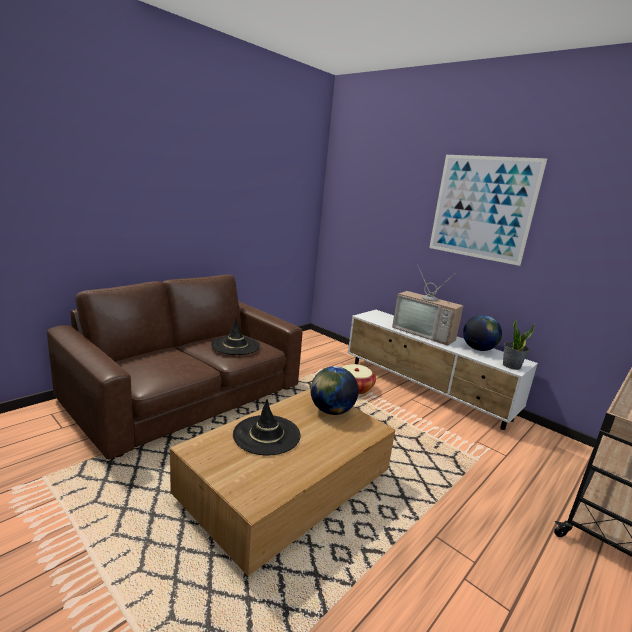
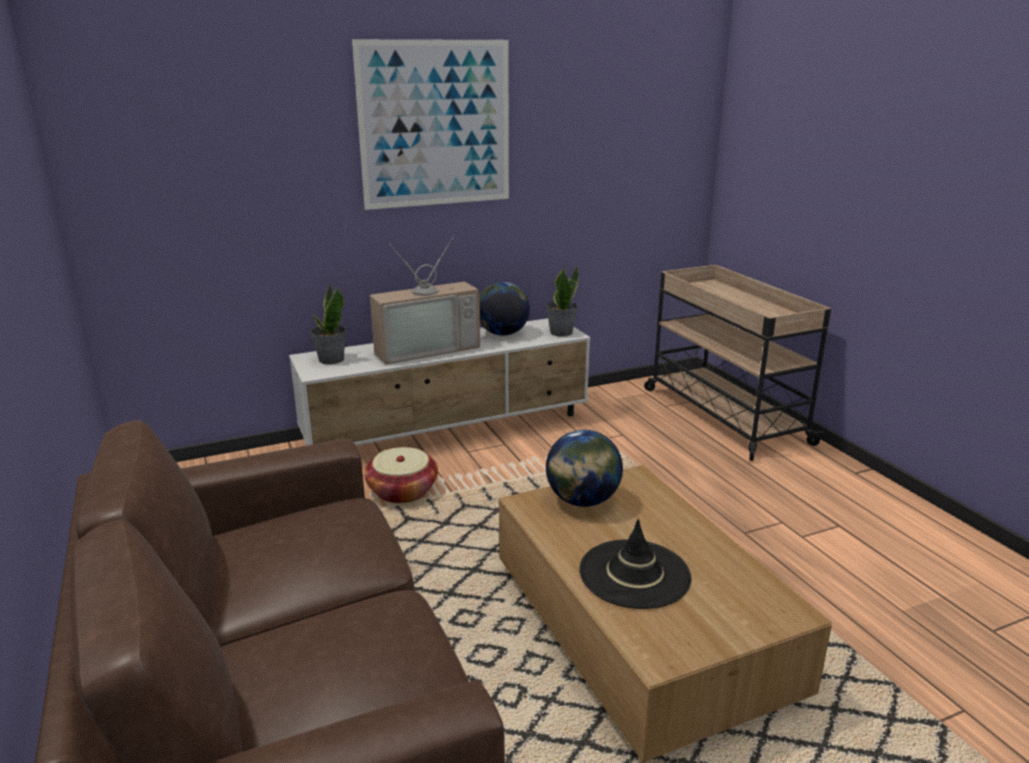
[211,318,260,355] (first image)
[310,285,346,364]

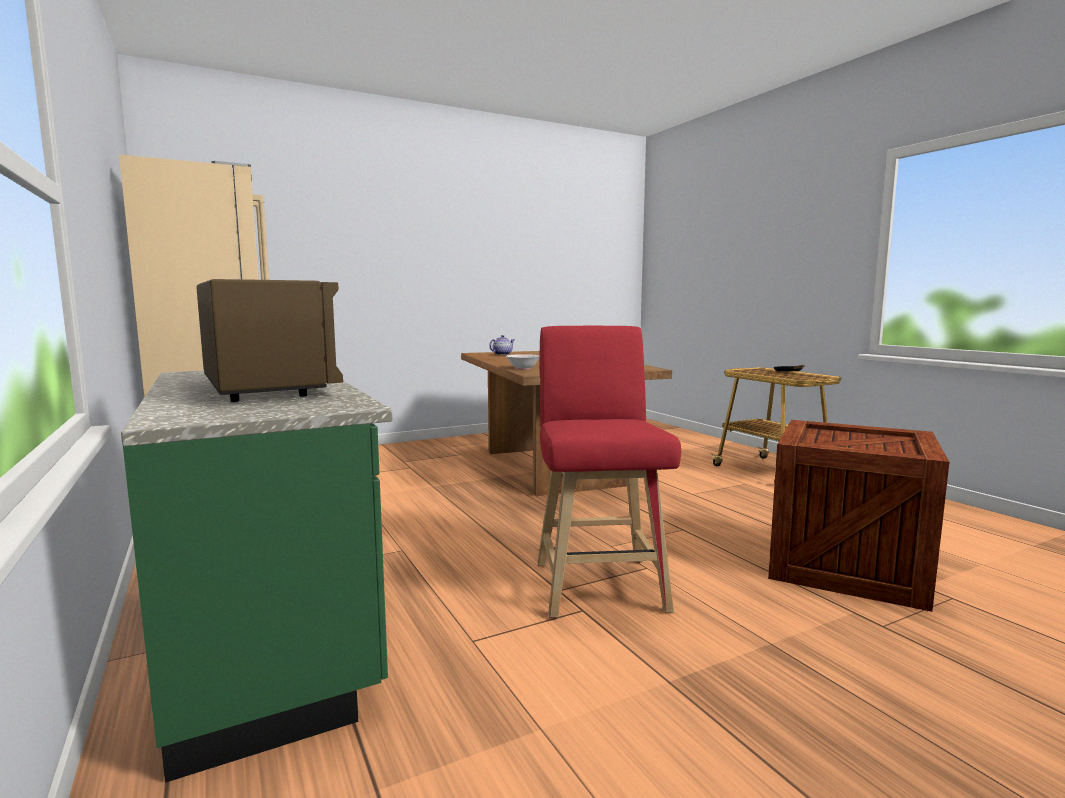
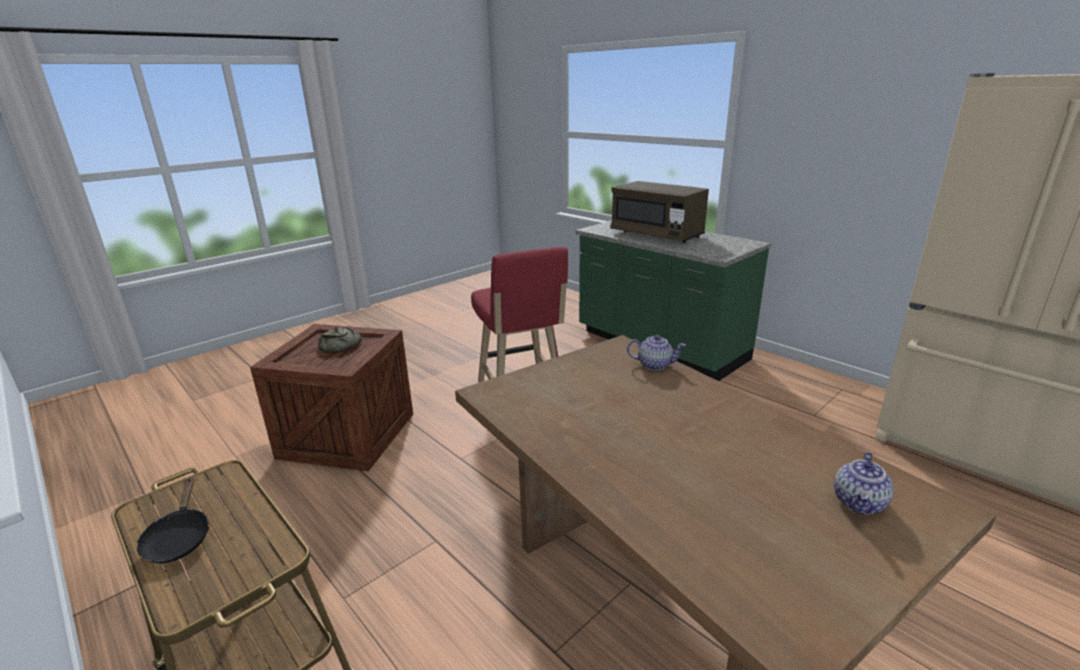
[627,335,686,370]
[318,327,362,353]

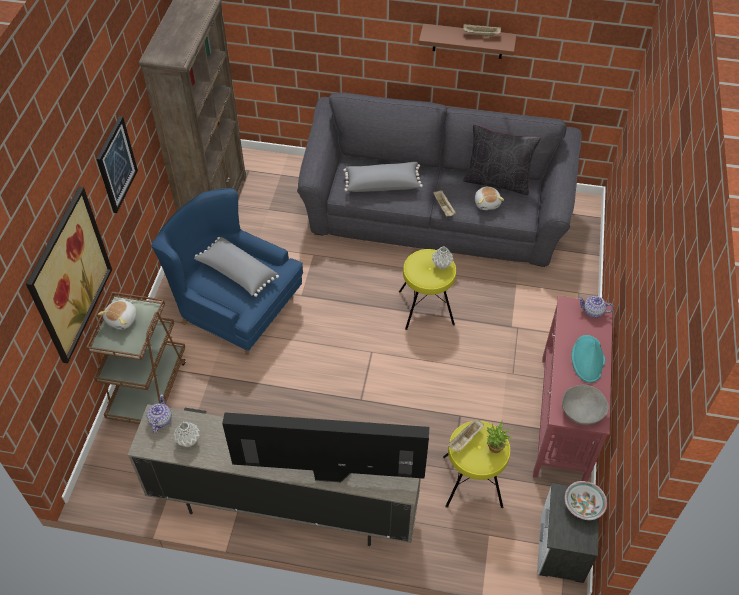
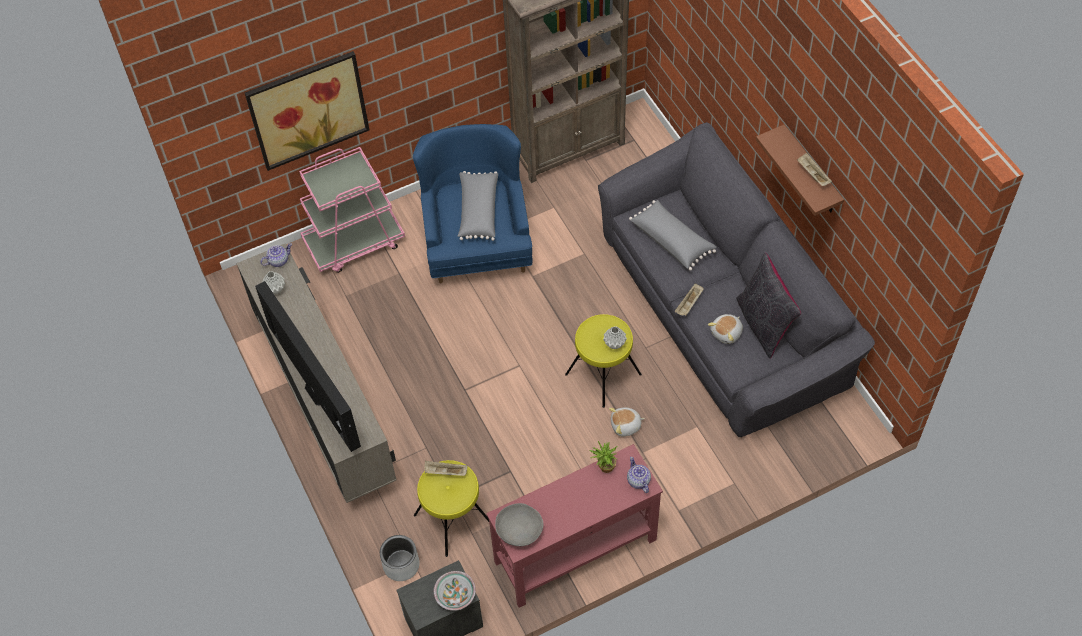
[97,116,138,213] (first image)
[299,147,405,273]
[609,407,645,437]
[571,335,605,383] (first image)
[589,441,617,473]
[380,535,419,581]

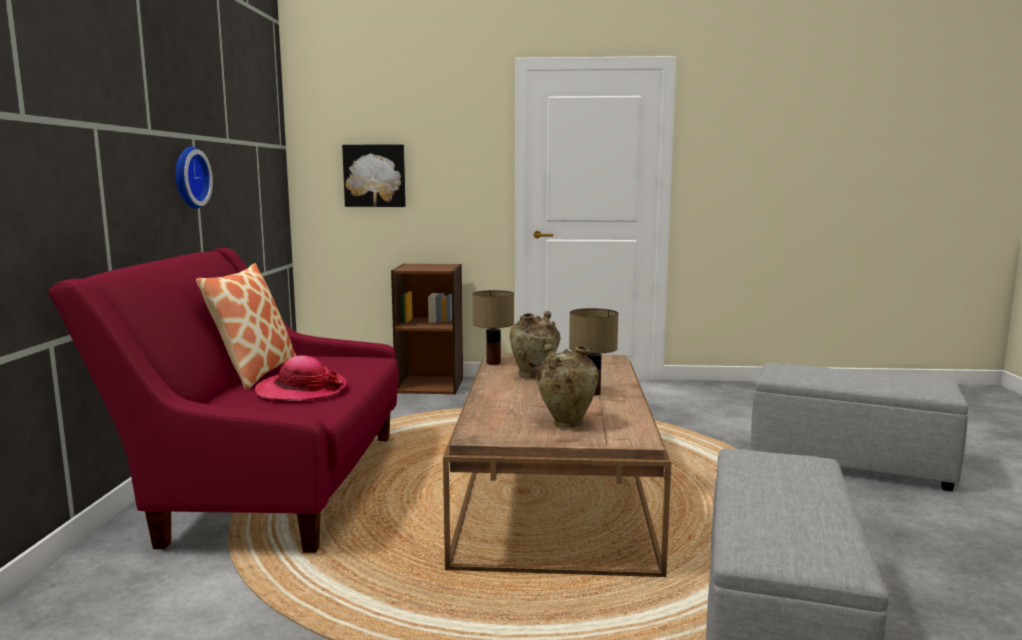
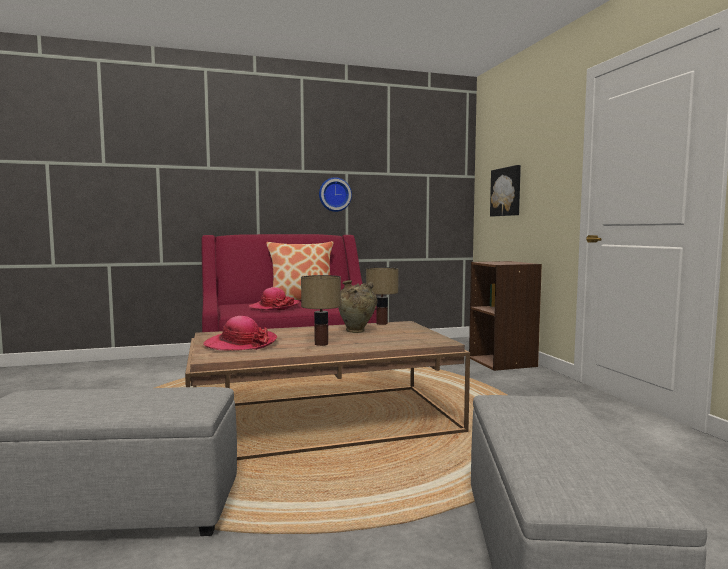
[203,316,277,351]

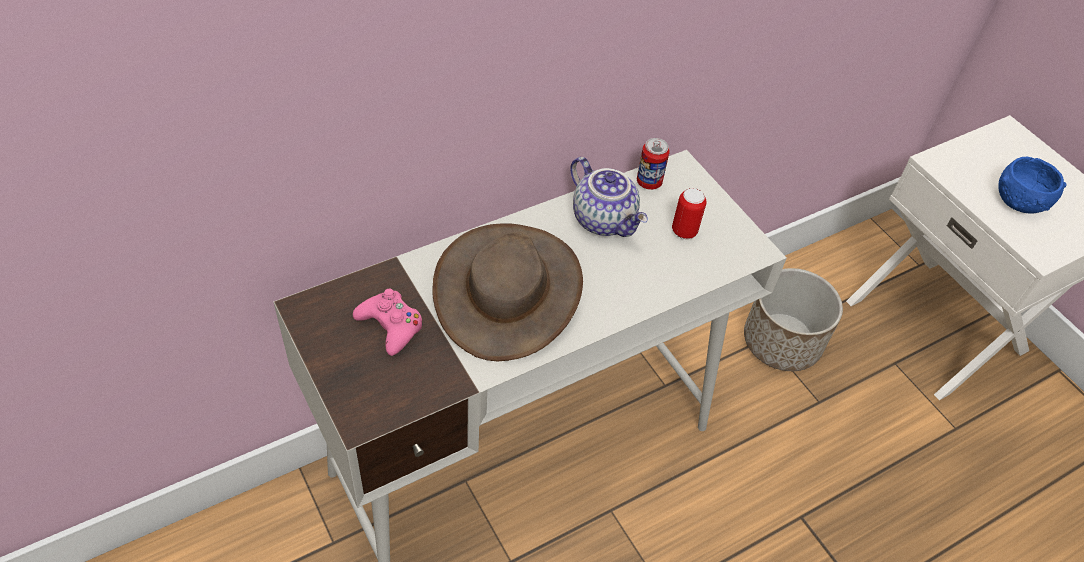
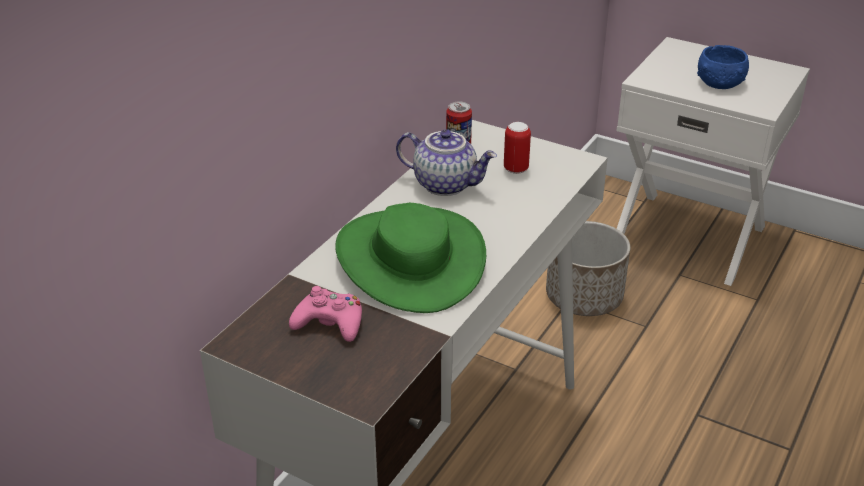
[335,203,486,313]

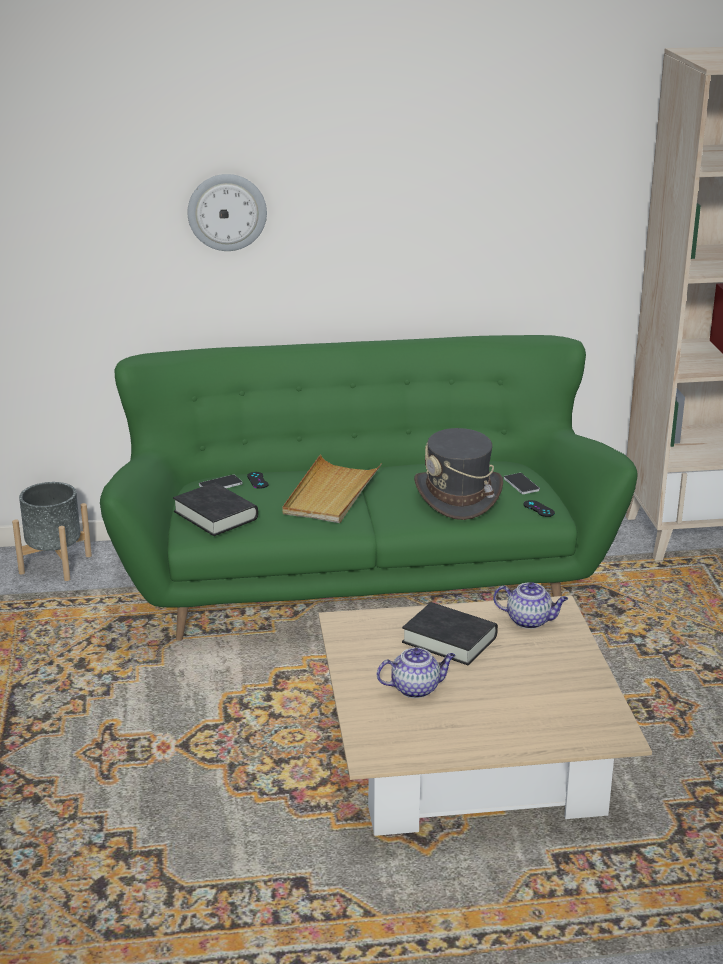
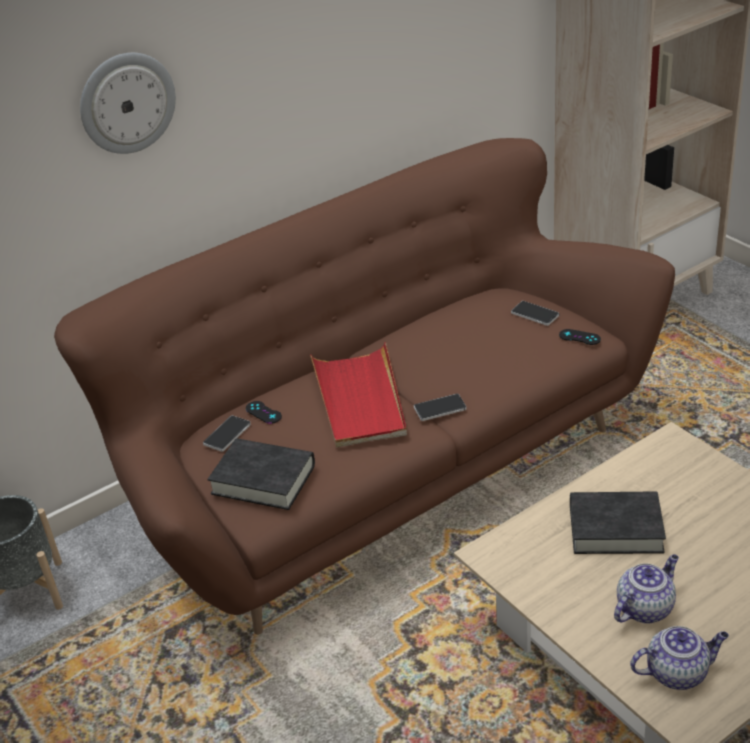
[54,138,675,635]
[414,428,503,520] (first image)
[310,342,407,448]
[630,626,729,690]
[414,394,467,421]

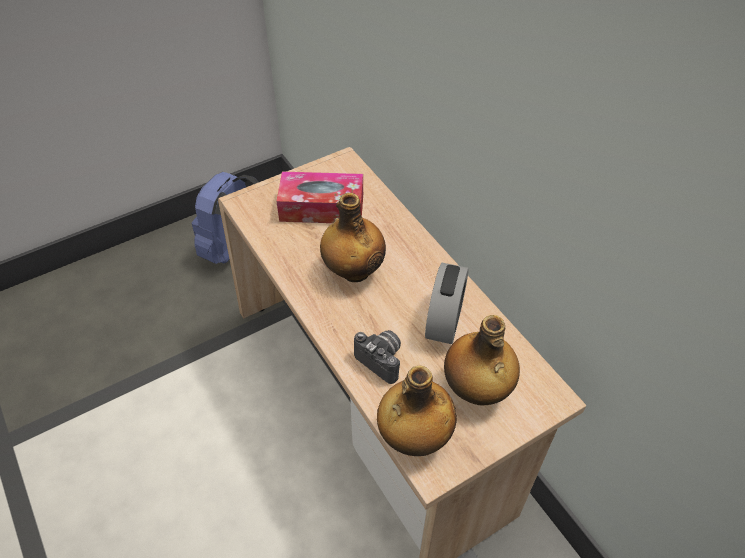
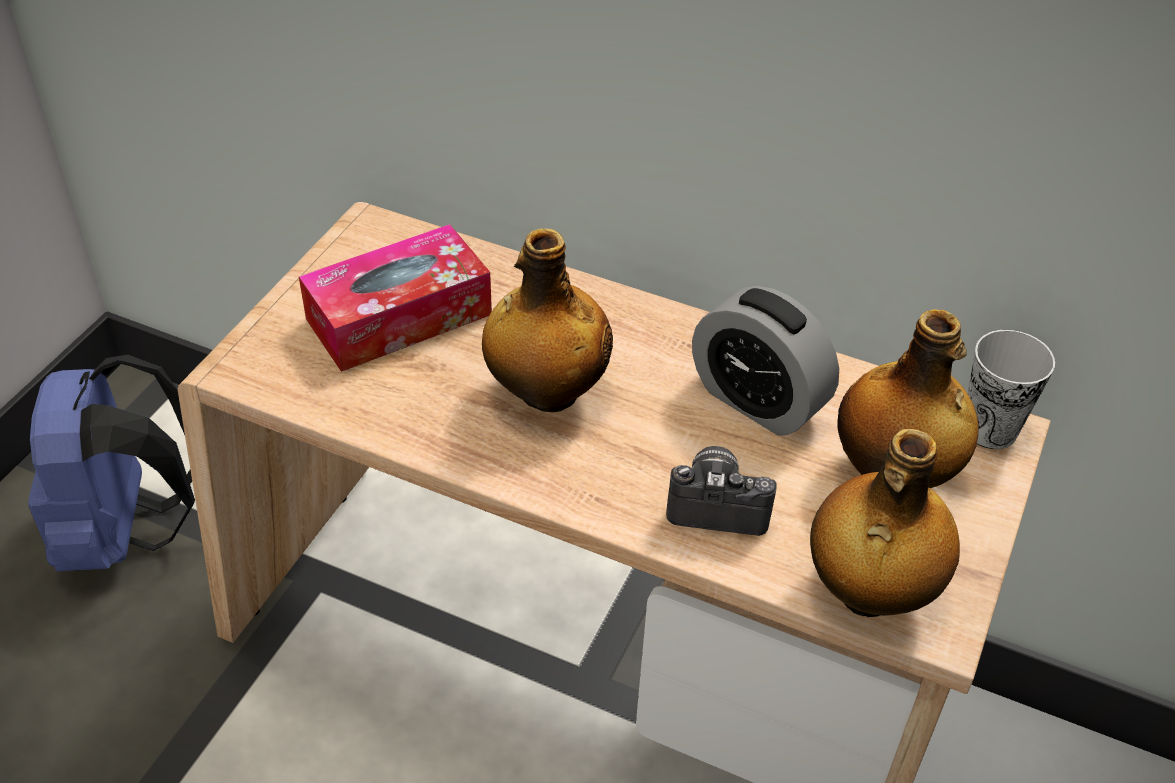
[692,286,839,436]
[968,330,1055,449]

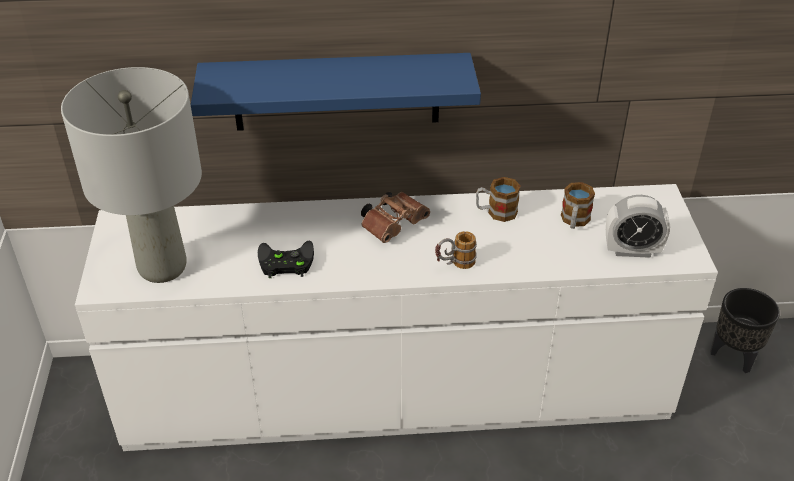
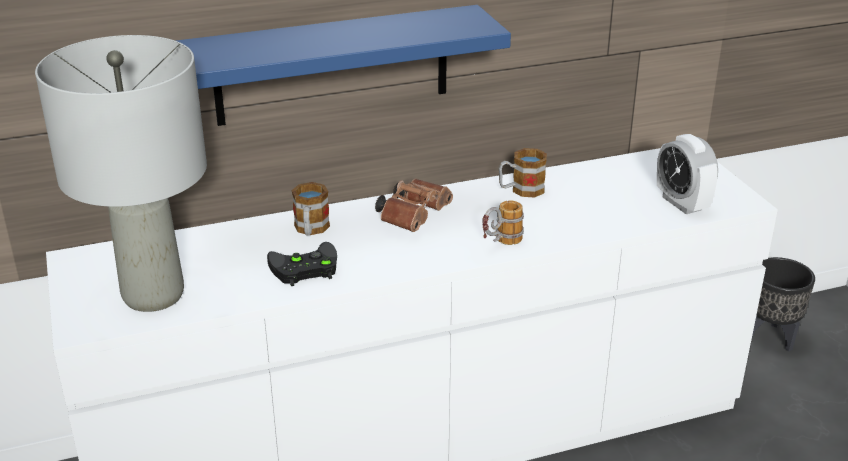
[292,182,330,236]
[657,134,718,214]

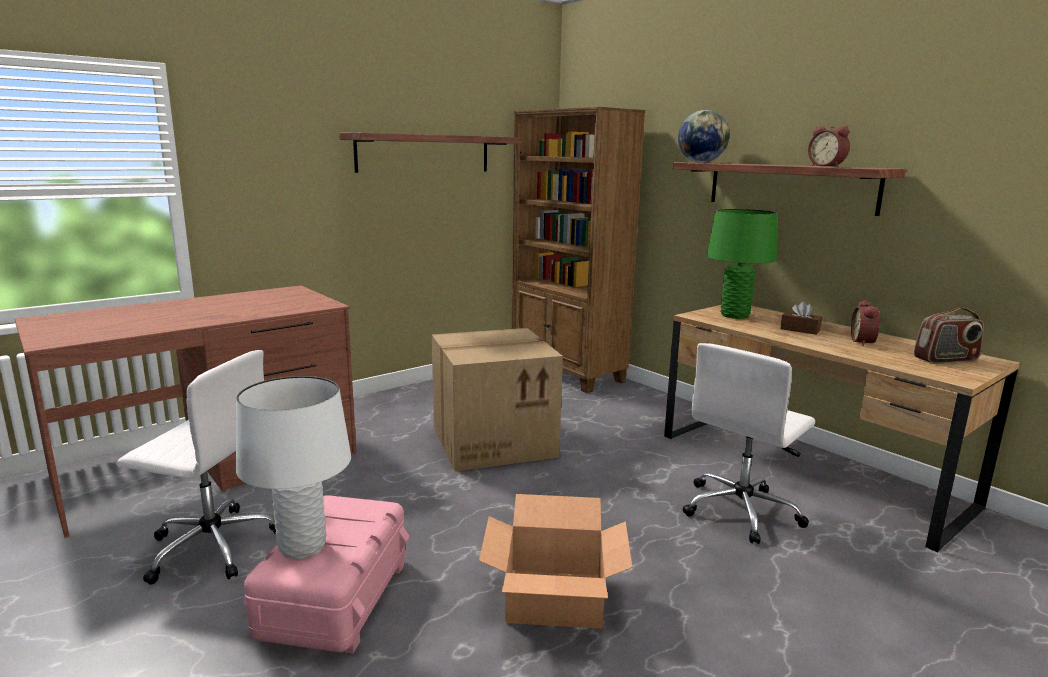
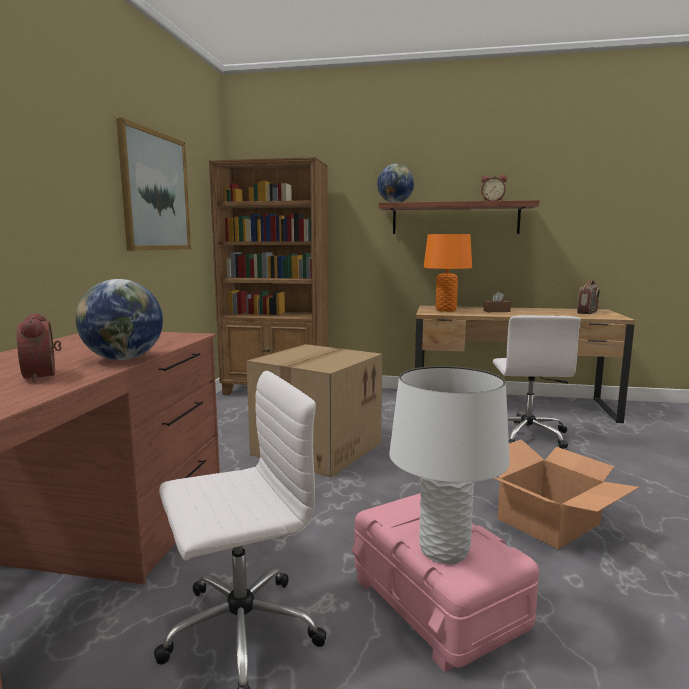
[116,118,191,251]
[423,234,472,312]
[17,313,62,382]
[76,279,163,360]

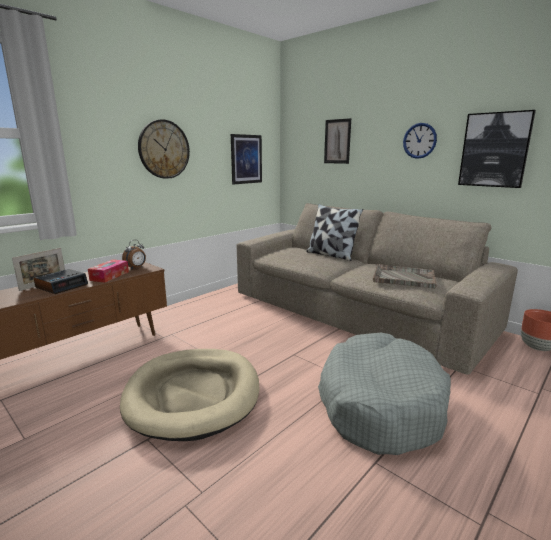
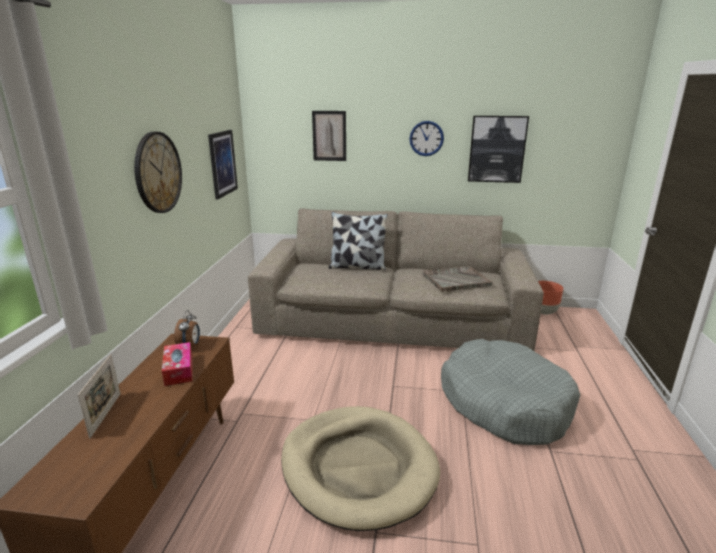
[34,269,88,294] (first image)

